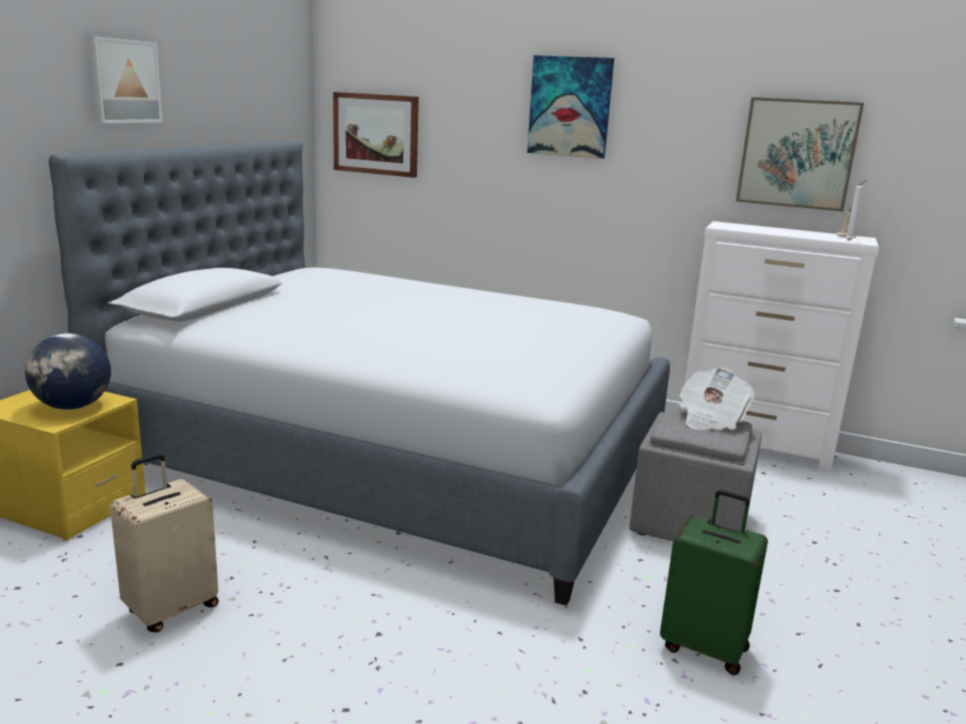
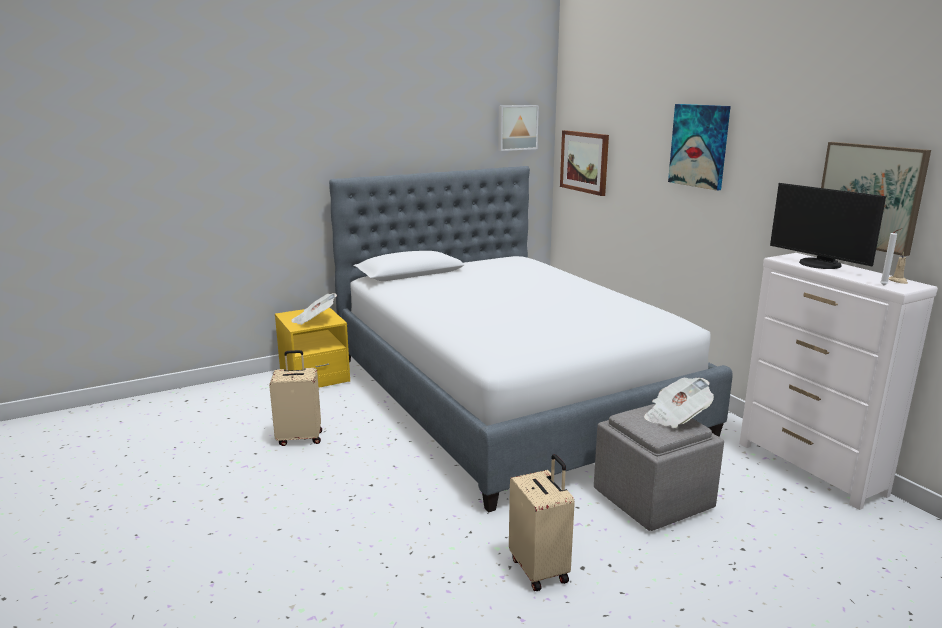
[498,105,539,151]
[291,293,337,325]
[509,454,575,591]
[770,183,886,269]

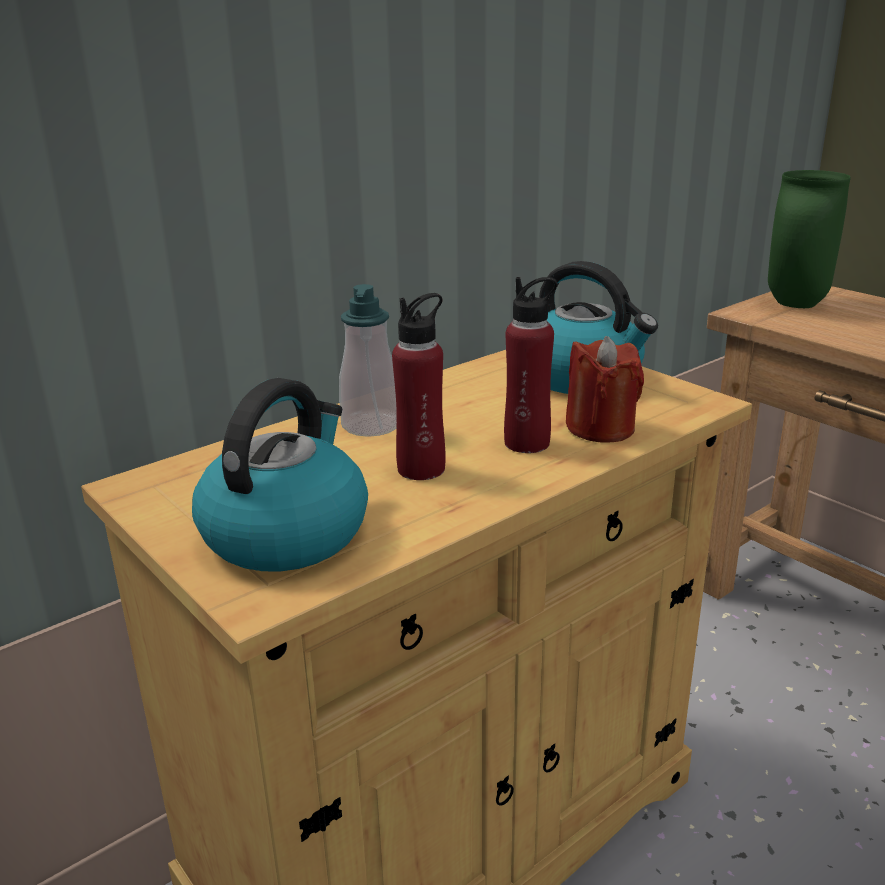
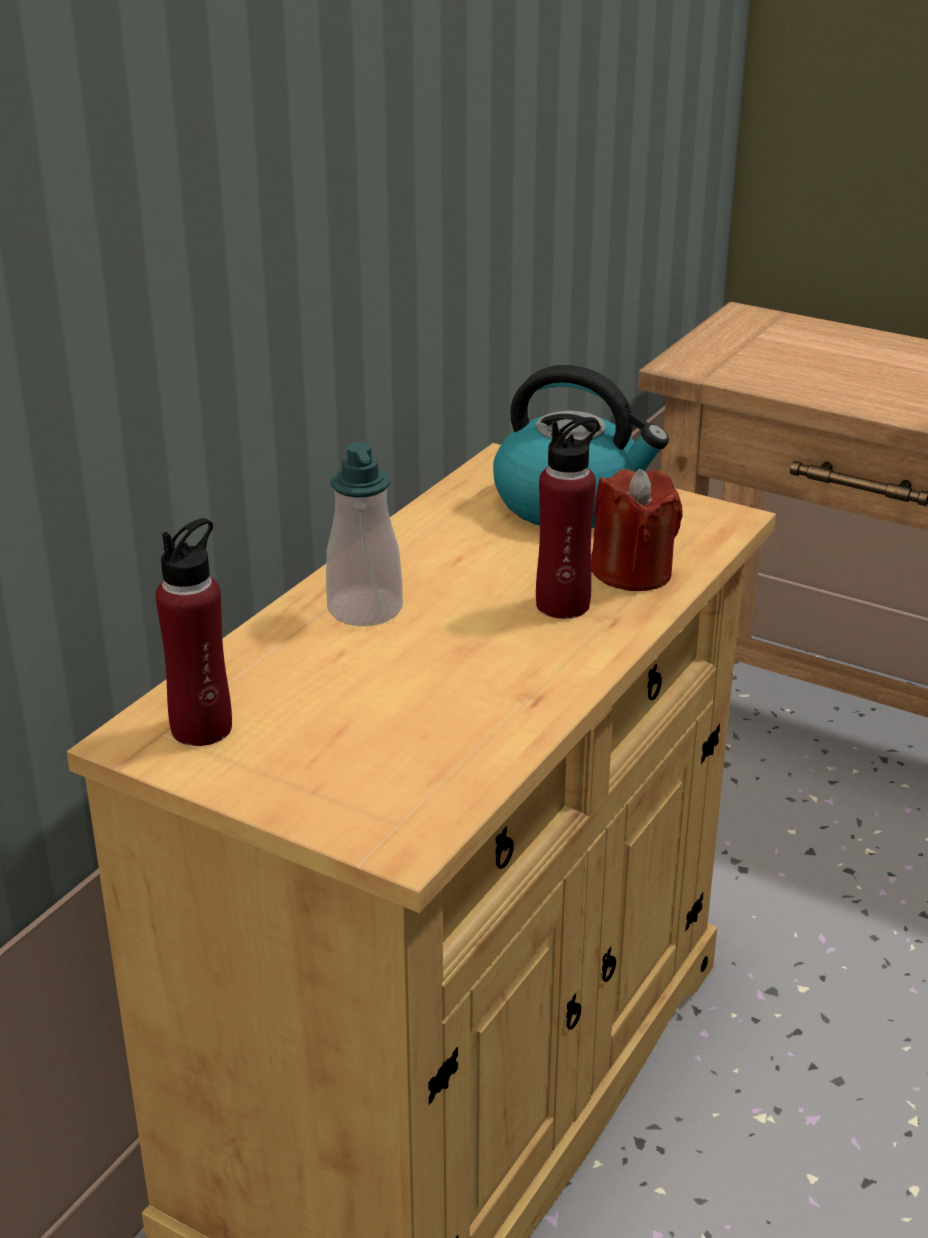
[768,170,851,308] (first image)
[156,518,232,746]
[192,378,368,571] (first image)

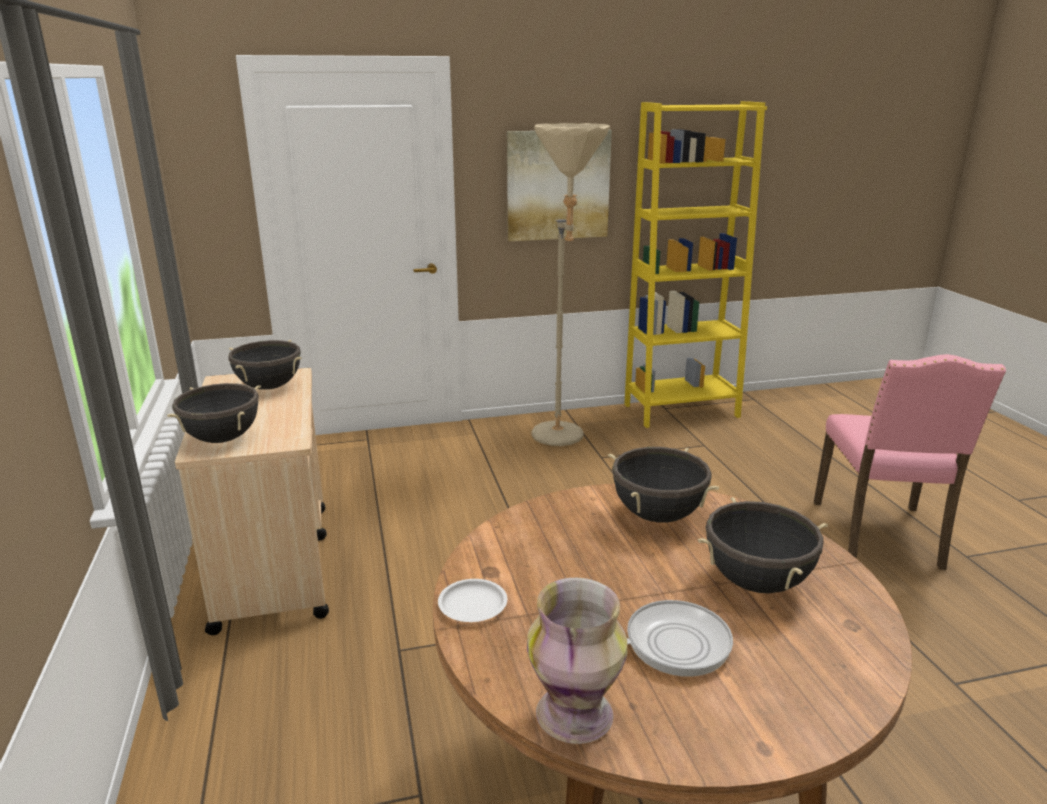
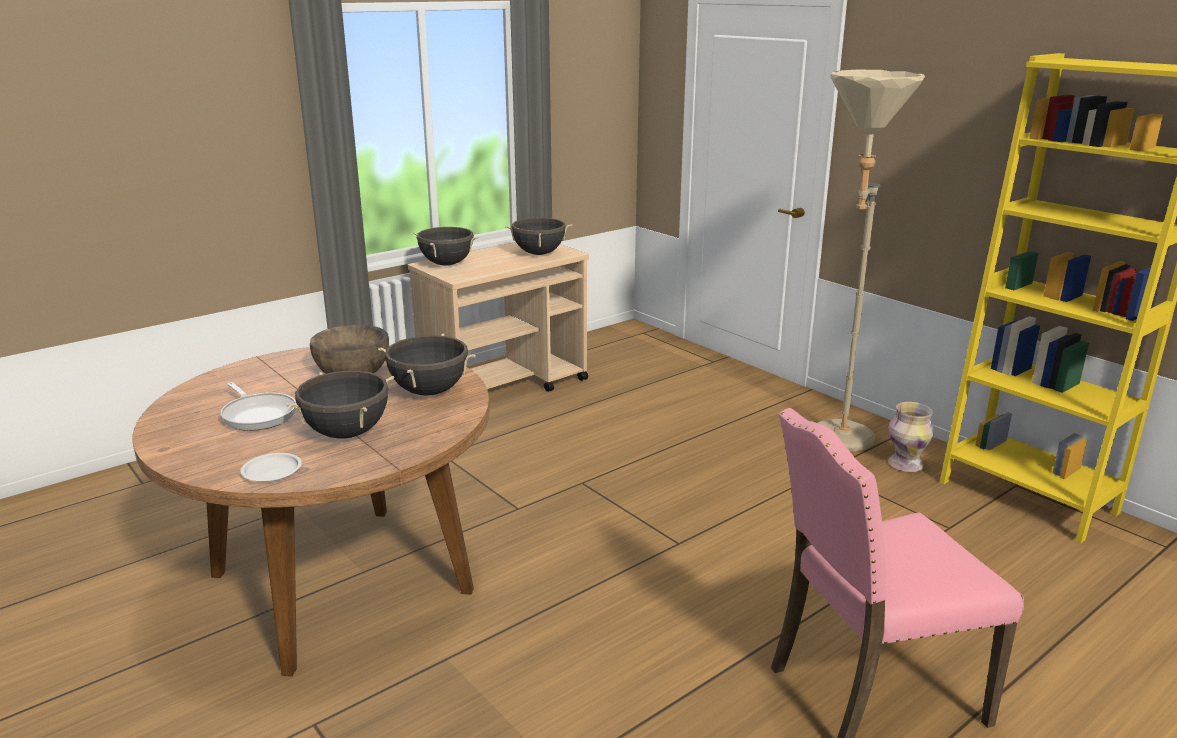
[507,130,612,241] (first image)
[888,402,934,472]
[240,453,302,482]
[310,325,389,374]

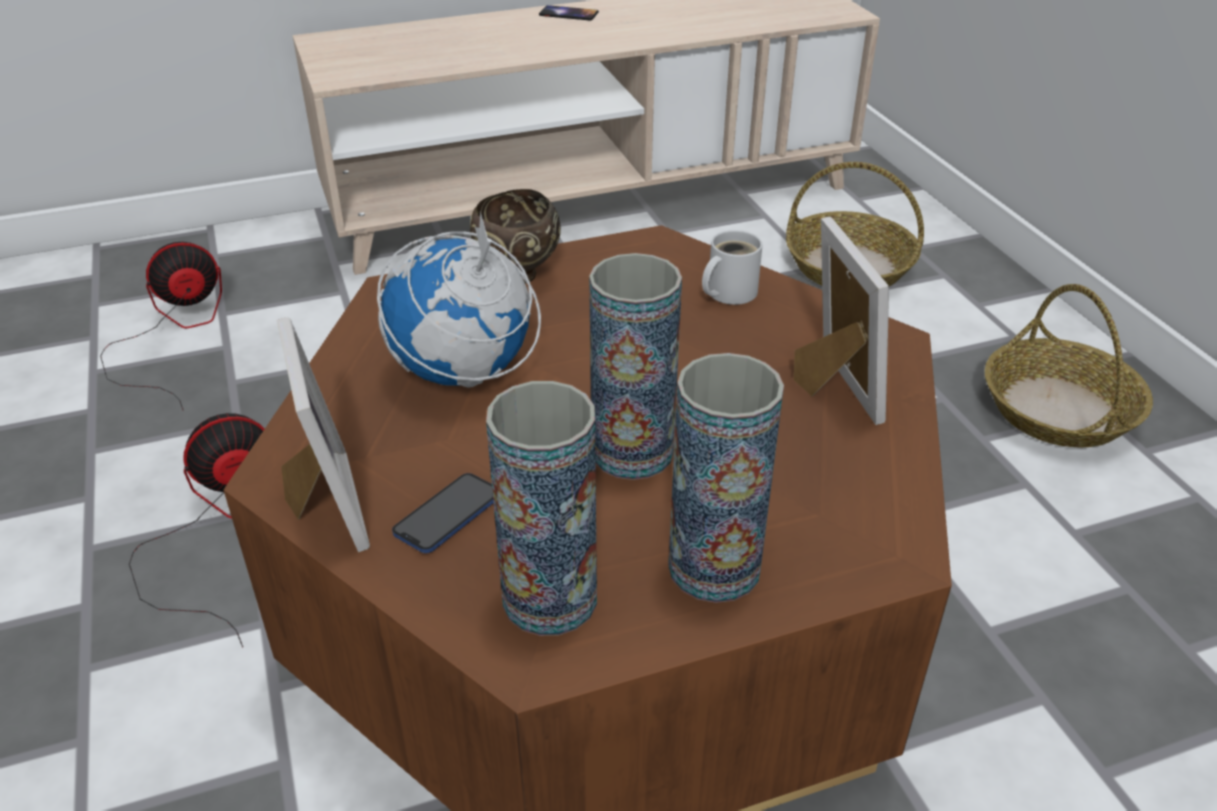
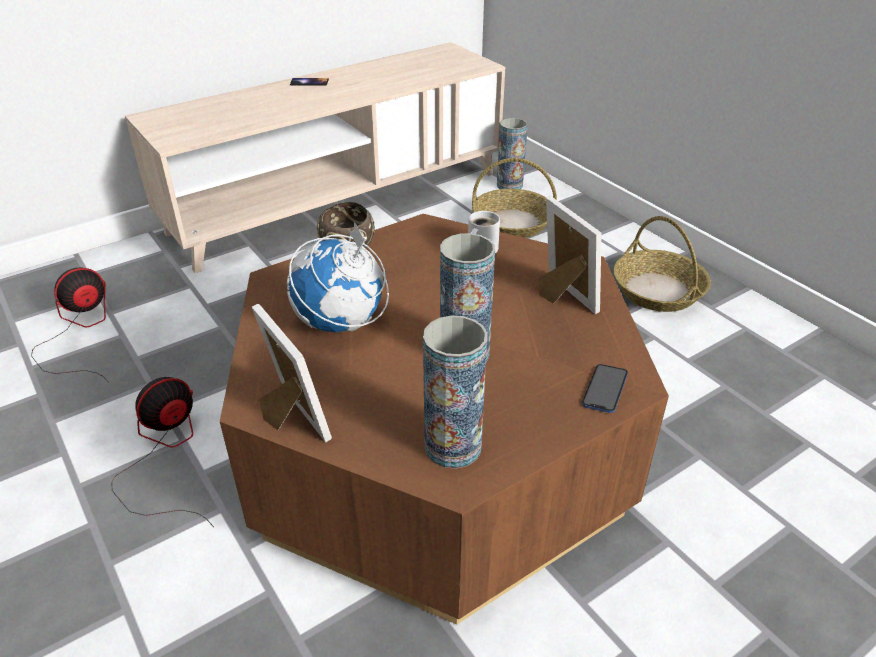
[497,118,528,189]
[582,364,628,413]

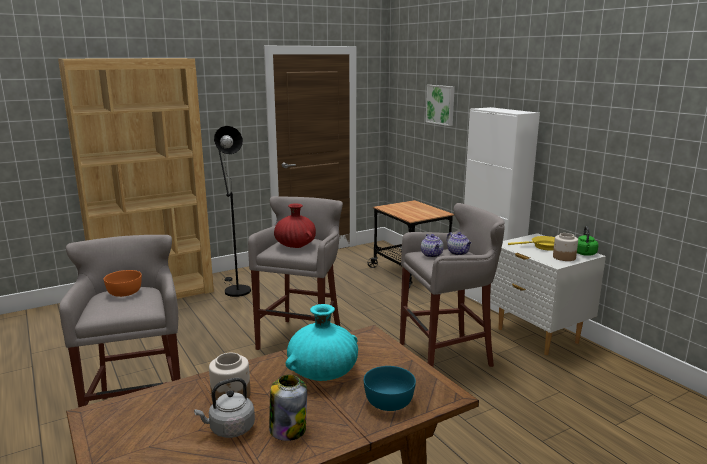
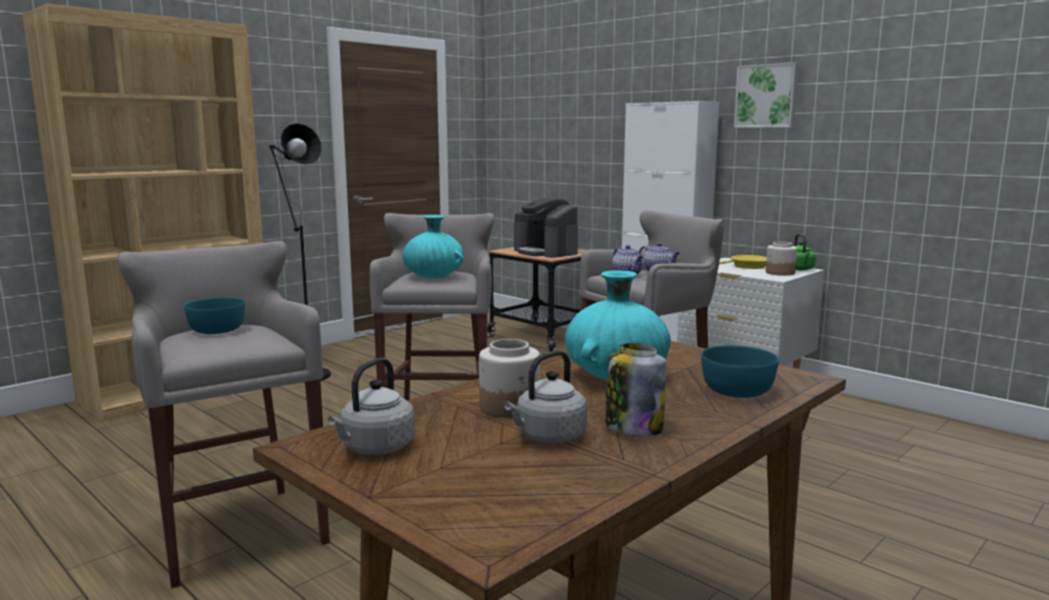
[734,62,799,128]
[403,215,464,278]
[184,297,245,334]
[514,198,578,258]
[328,358,415,455]

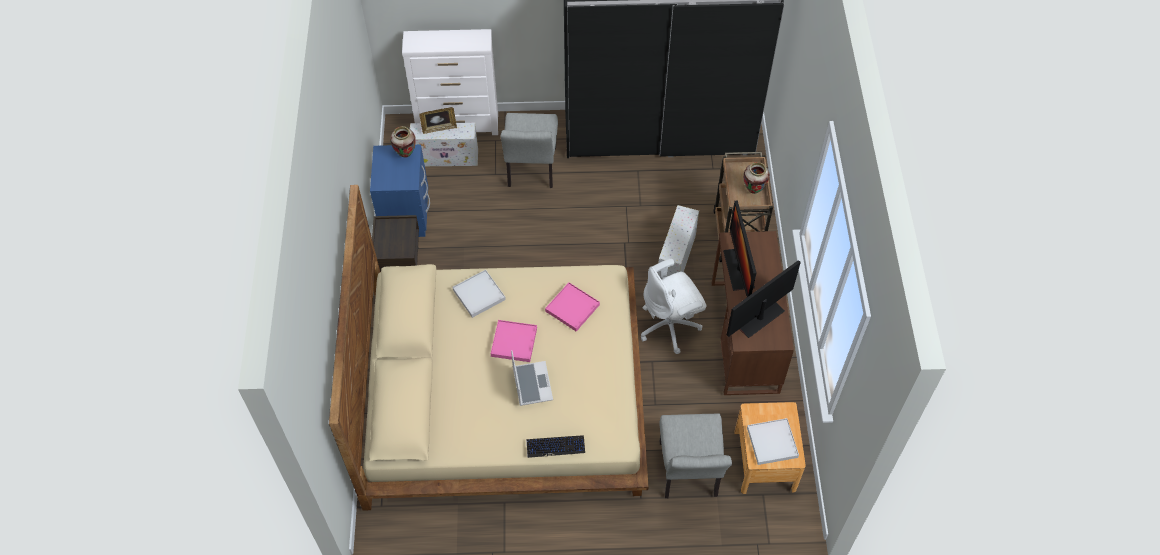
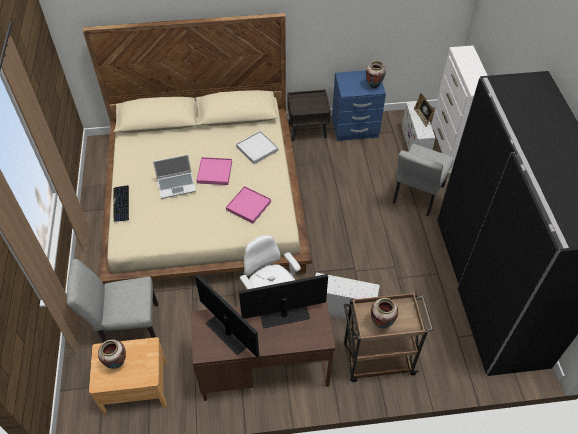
[393,143,454,216]
[98,339,126,369]

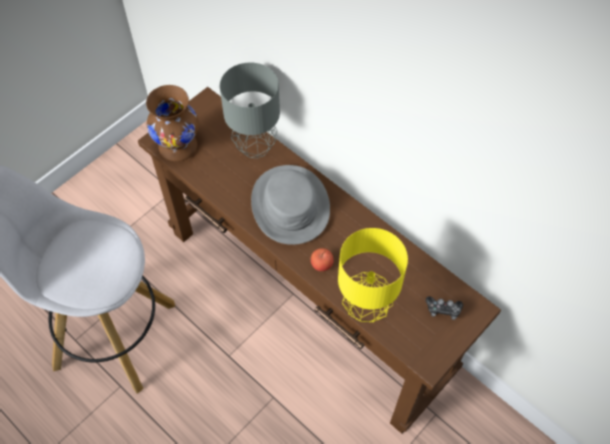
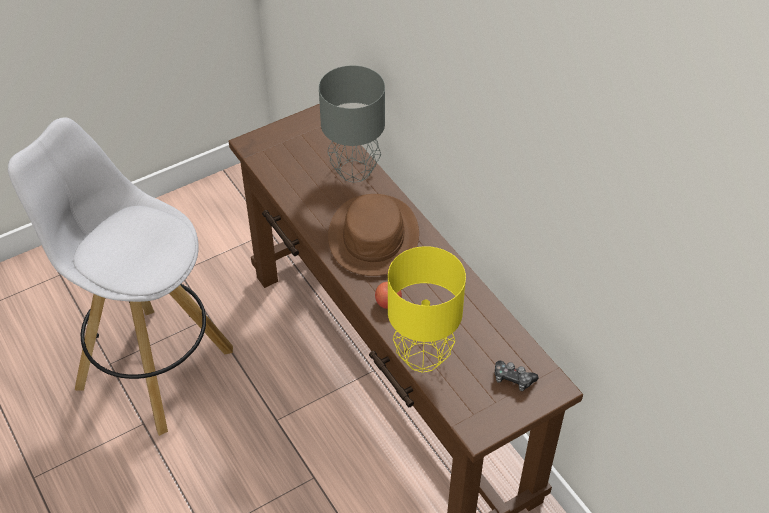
[146,85,199,162] (first image)
[328,194,419,276]

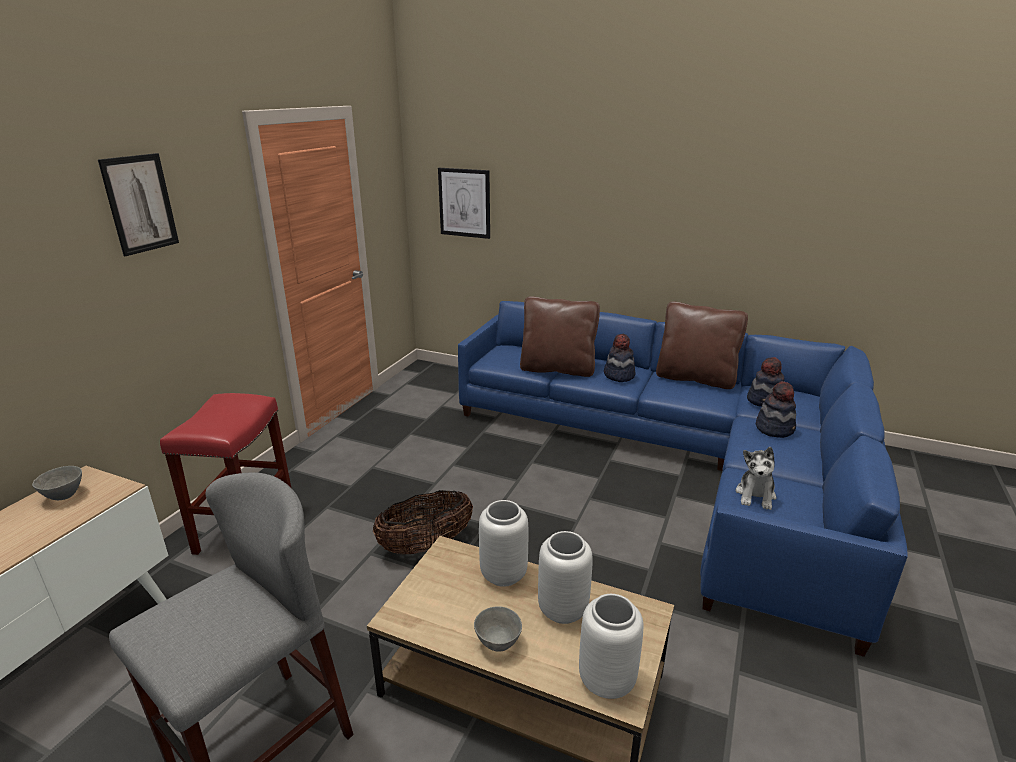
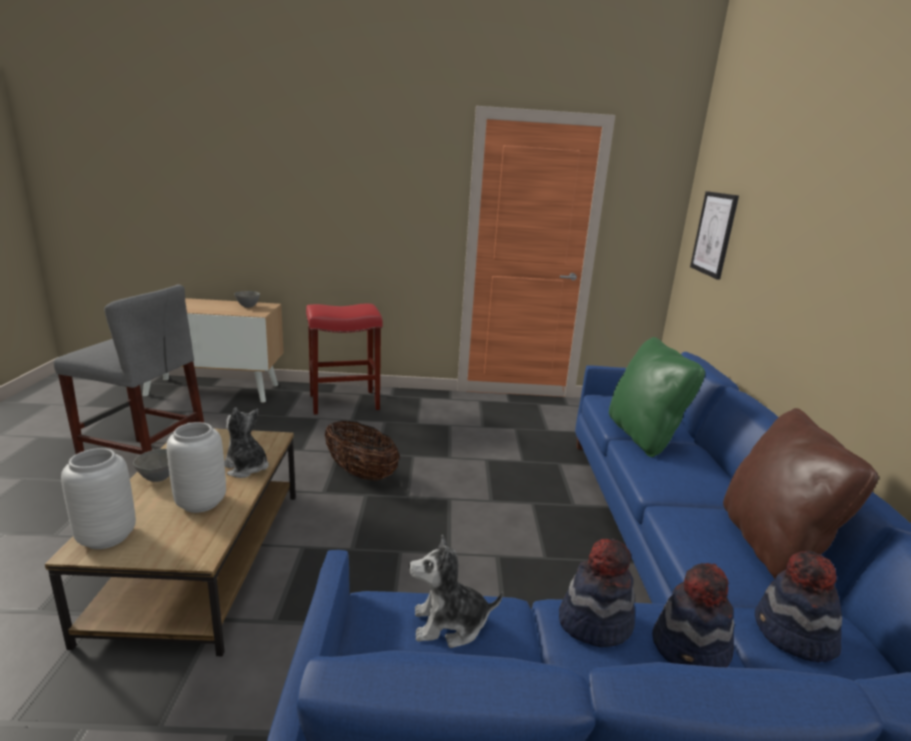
[98,153,179,256] (first image)
[609,337,705,457]
[559,538,635,647]
[224,407,269,478]

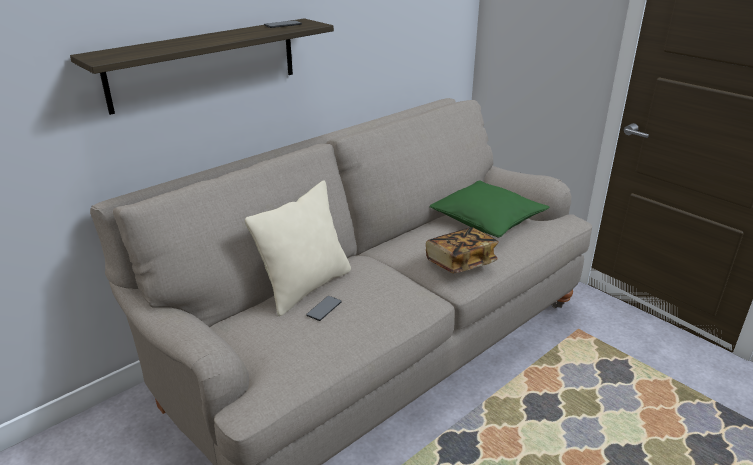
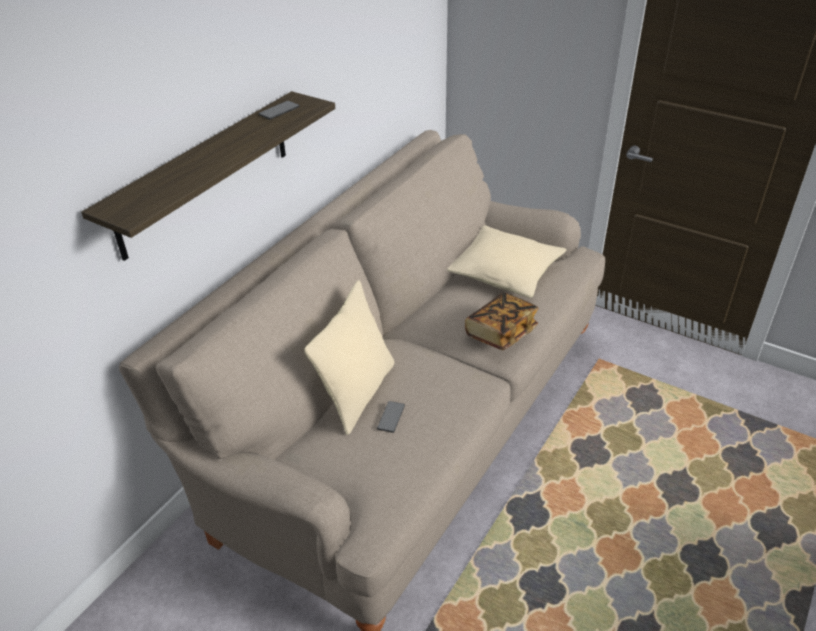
[447,225,567,298]

